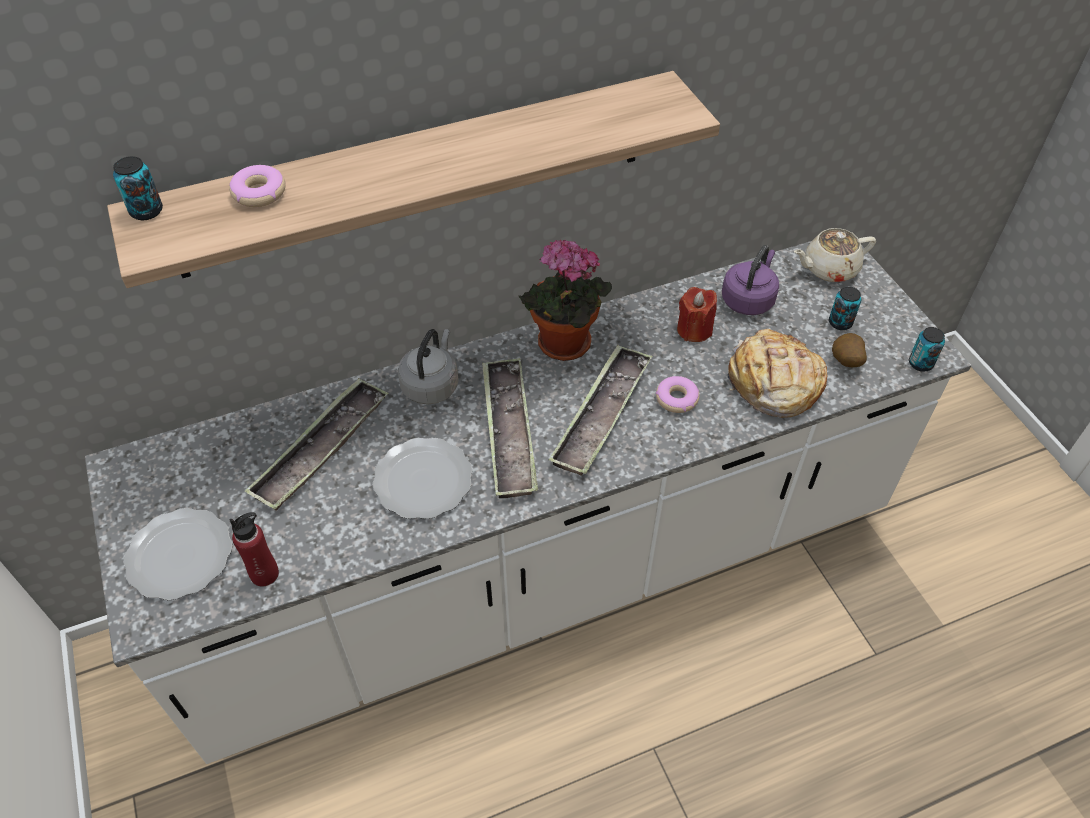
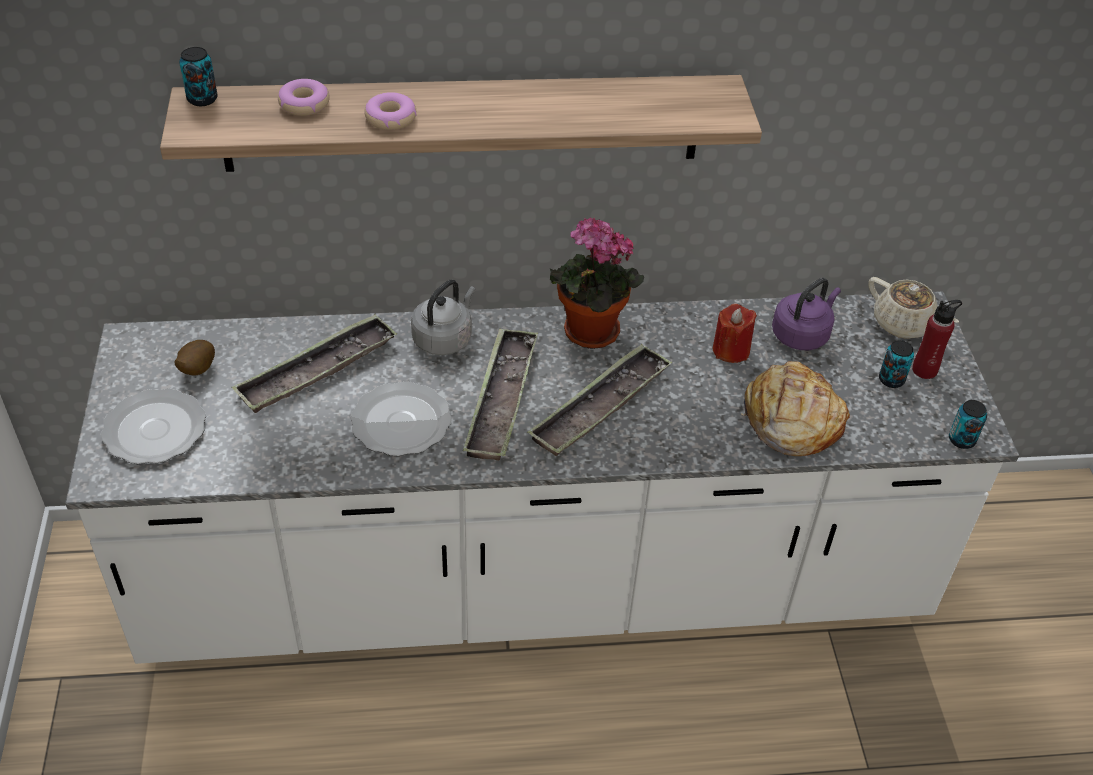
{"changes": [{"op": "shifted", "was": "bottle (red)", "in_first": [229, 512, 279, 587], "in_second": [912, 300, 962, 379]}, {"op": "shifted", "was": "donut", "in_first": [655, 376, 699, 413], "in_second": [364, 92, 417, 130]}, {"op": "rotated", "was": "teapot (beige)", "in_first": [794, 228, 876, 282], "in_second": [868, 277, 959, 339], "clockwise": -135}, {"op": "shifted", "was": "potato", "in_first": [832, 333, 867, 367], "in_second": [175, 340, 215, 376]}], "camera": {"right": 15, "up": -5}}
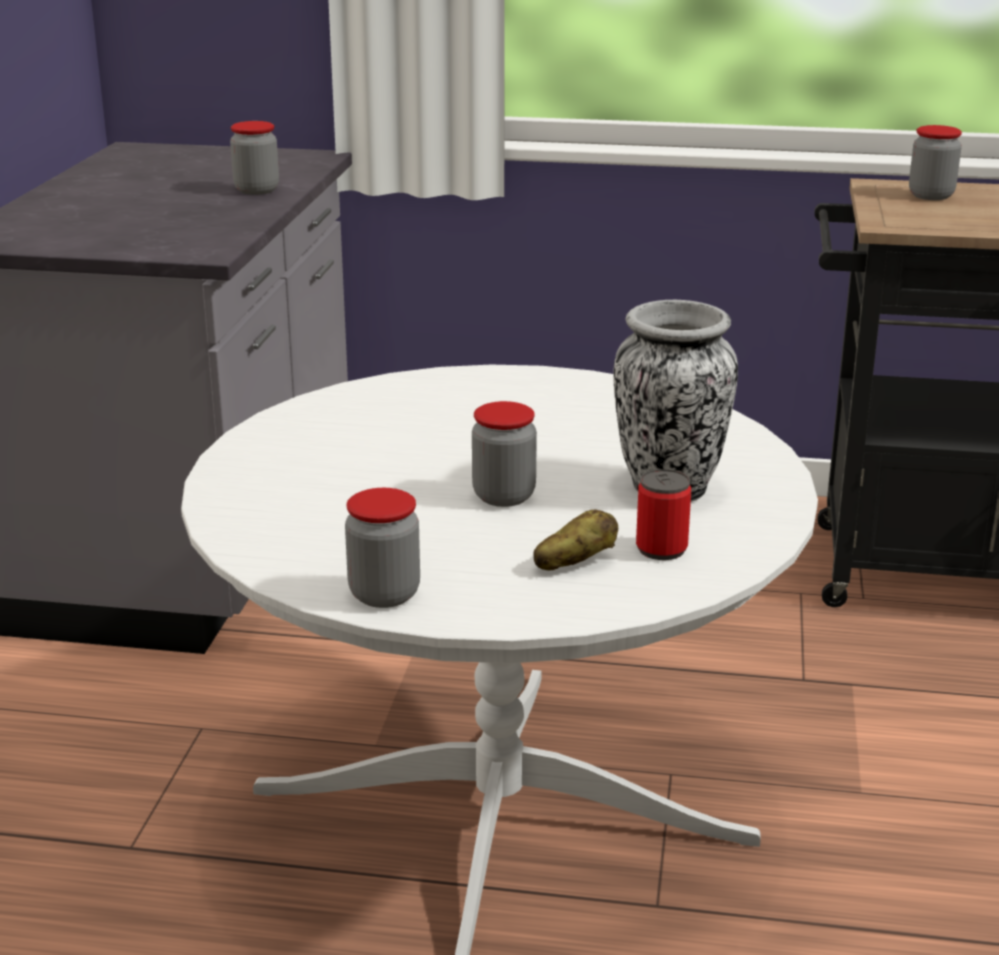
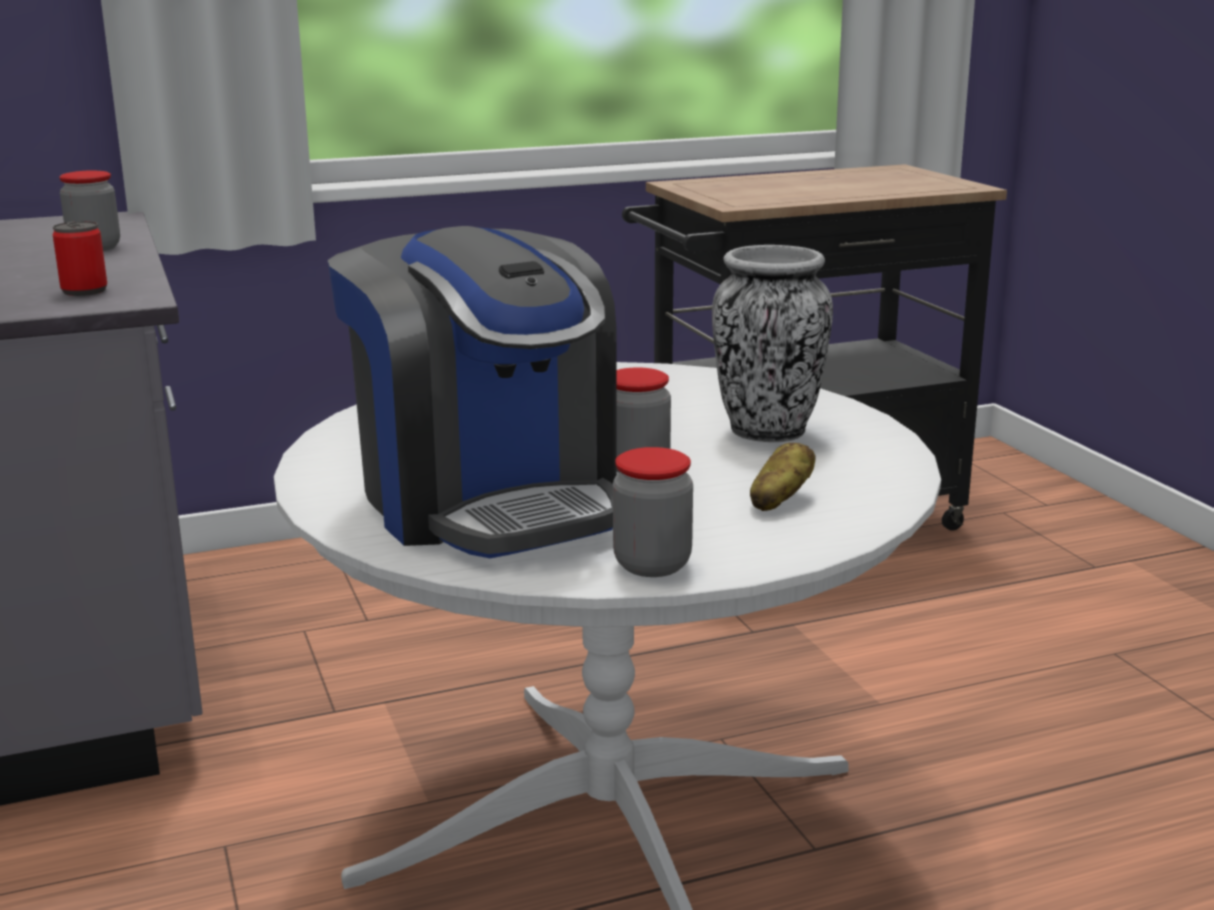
{"changes": [{"op": "shifted", "was": "can", "in_first": [636, 469, 691, 560], "in_second": [53, 221, 107, 296]}, {"op": "gone", "was": "jar", "in_first": [909, 125, 962, 200]}, {"op": "new", "now": "coffee machine", "in_second": [327, 226, 617, 558]}], "camera": {"right": -30, "up": -5}}
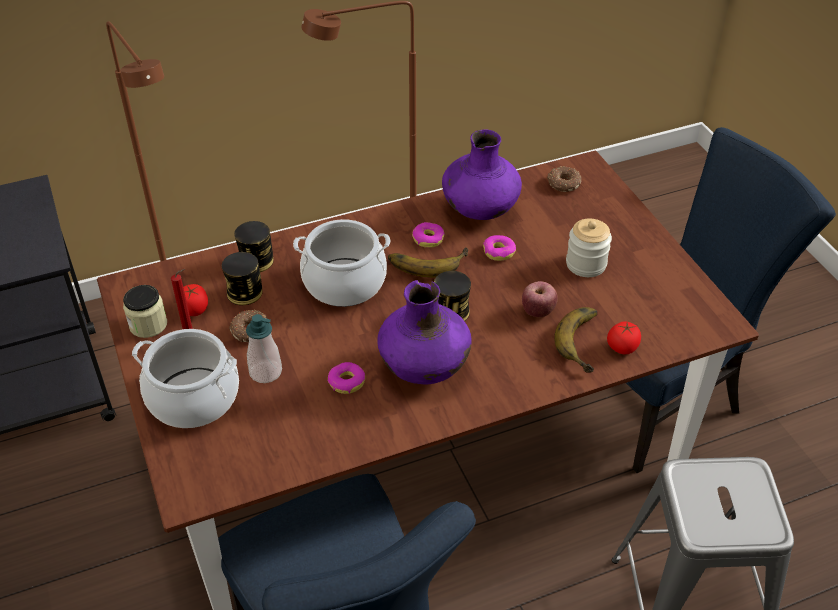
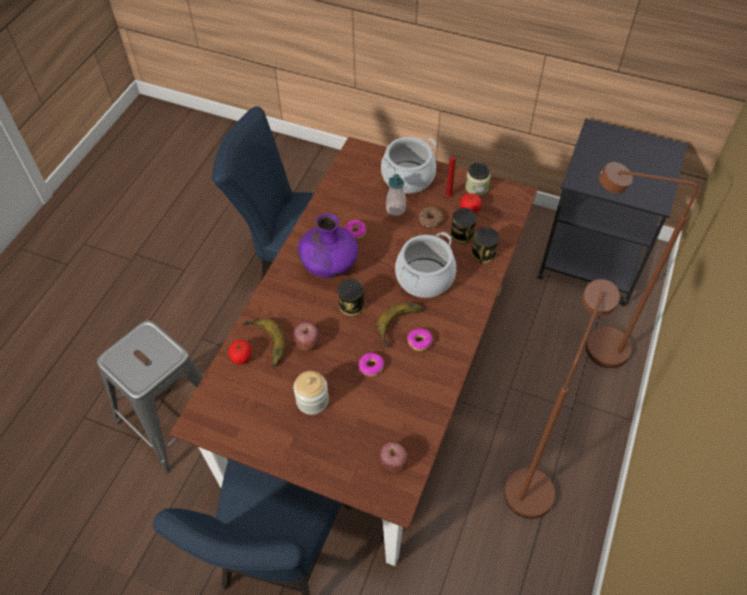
{"changes": [{"op": "gone", "was": "vase (purple)", "in_first": [442, 129, 522, 220]}, {"op": "swapped", "was": "donut", "now": "apple", "in_first": [547, 166, 581, 192], "in_second": [379, 442, 409, 473]}], "camera": {"right": 135, "up": 10}}
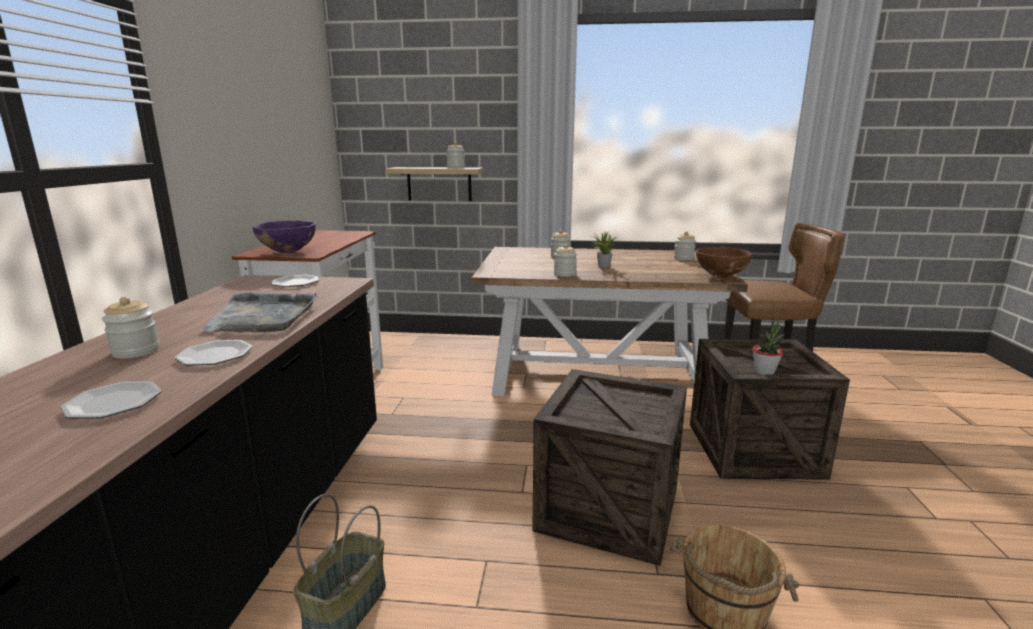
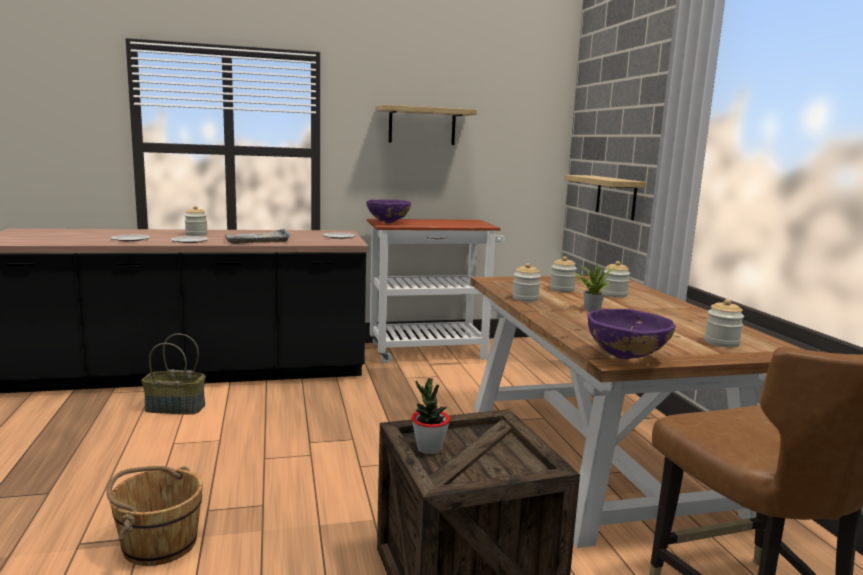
{"changes": [{"op": "shifted", "was": "jar", "in_first": [446, 142, 465, 168], "in_second": [550, 256, 577, 292]}, {"op": "gone", "was": "crate", "in_first": [532, 369, 687, 566]}, {"op": "repainted", "was": "bowl (brown)", "now": "bowl (purple)", "in_first": [696, 247, 752, 278], "in_second": [588, 309, 676, 359]}, {"op": "new", "now": "shelf", "in_second": [376, 105, 477, 145]}], "camera": {"right": 70, "up": -5}}
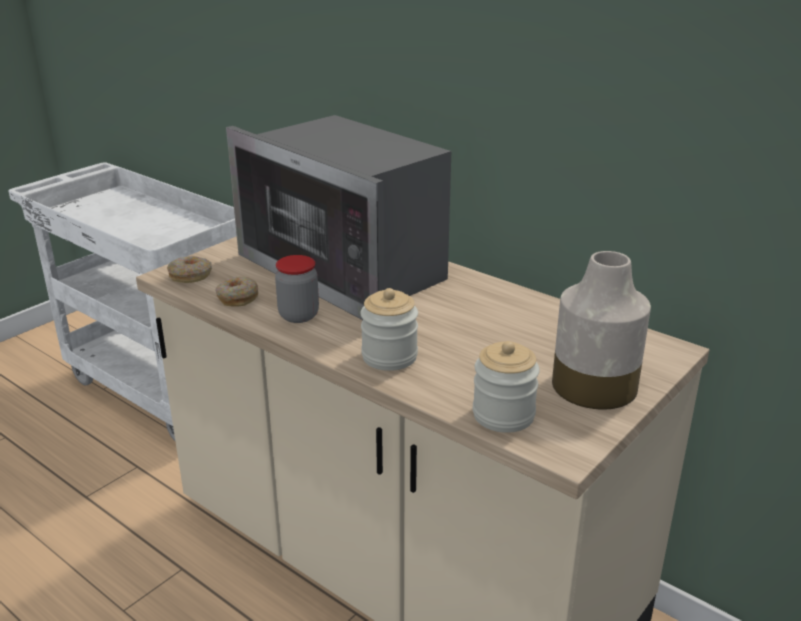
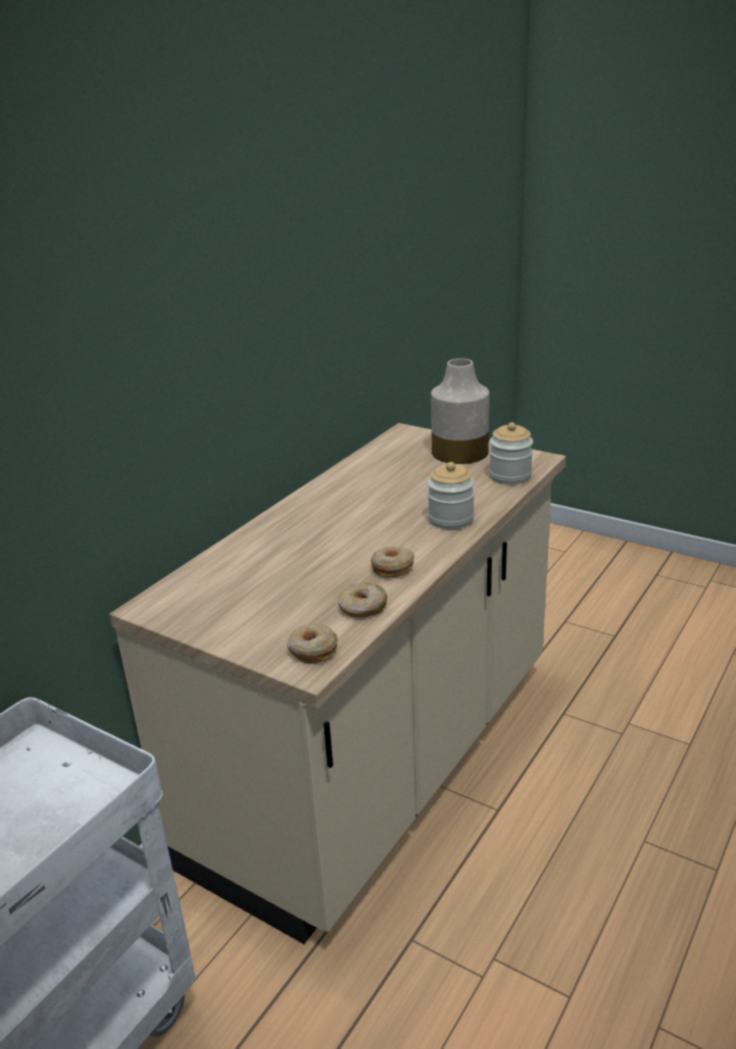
{"changes": [{"op": "gone", "was": "microwave", "in_first": [226, 115, 451, 320]}, {"op": "swapped", "was": "jar", "now": "donut", "in_first": [275, 255, 319, 323], "in_second": [371, 546, 415, 578]}], "camera": {"right": -95, "up": 0}}
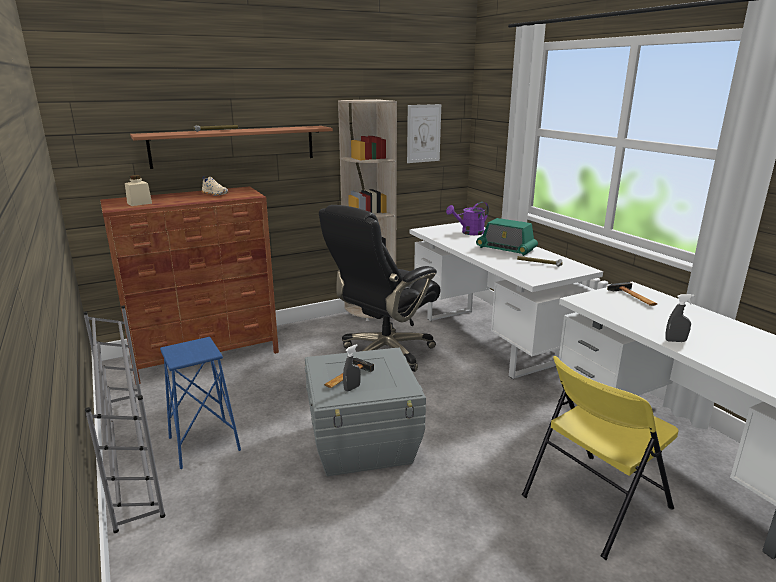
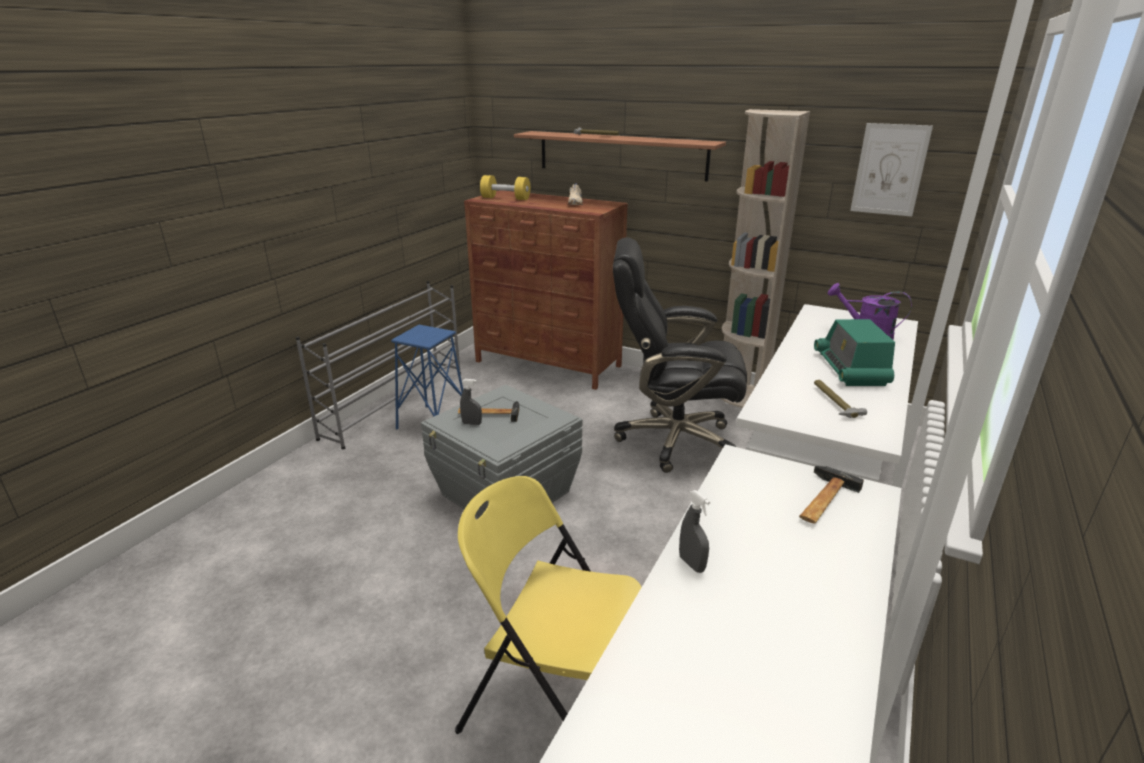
{"changes": [{"op": "swapped", "was": "jar (beige)", "now": "dumbbell (yellow)", "in_first": [125, 175, 152, 206], "in_second": [480, 175, 530, 200]}], "camera": {"right": 55, "up": 5}}
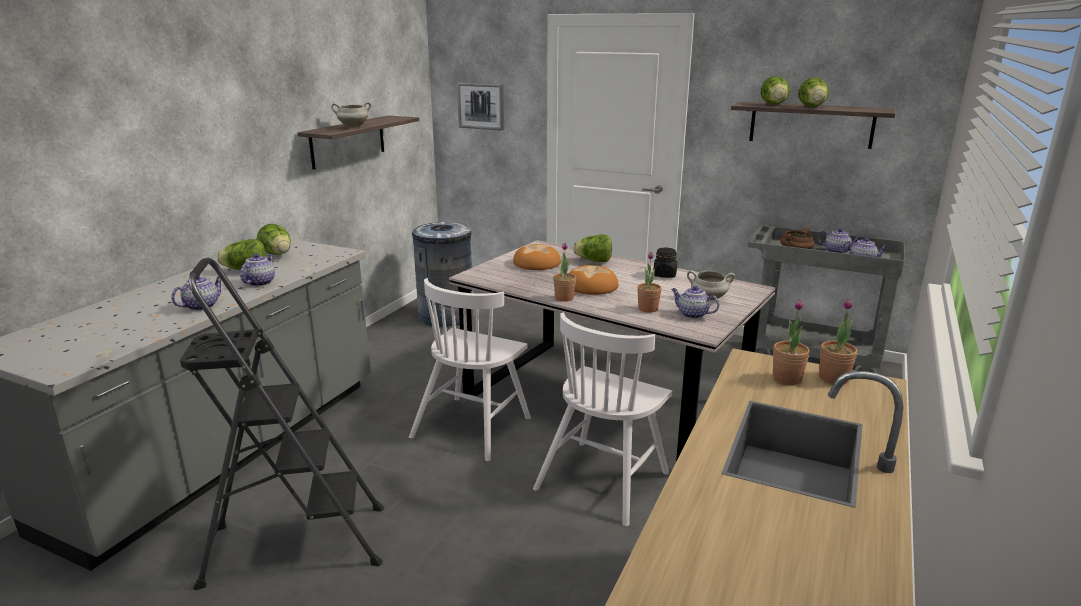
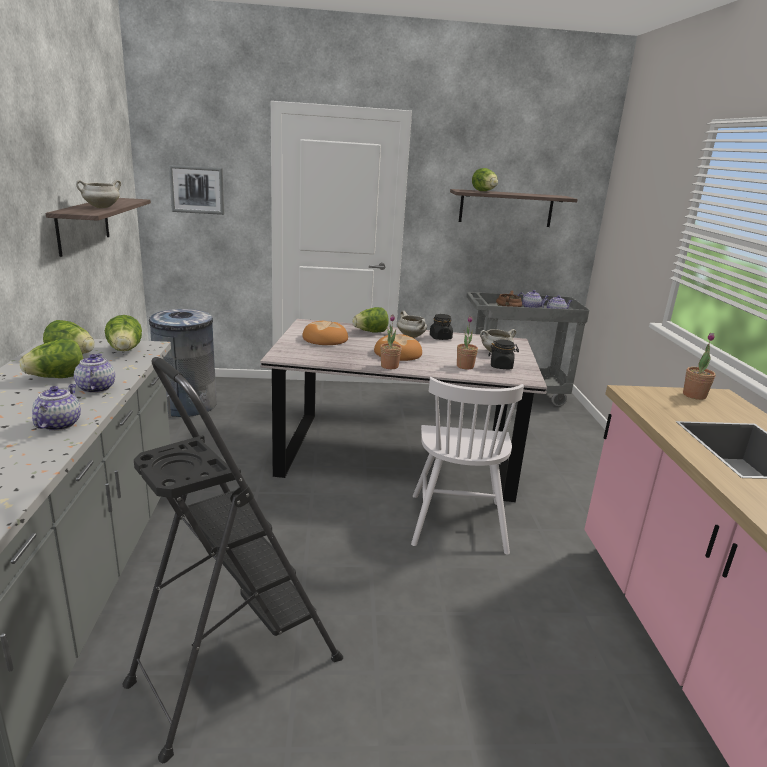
{"changes": [{"op": "gone", "was": "chair (white)", "in_first": [409, 278, 531, 461]}, {"op": "swapped", "was": "teapot", "now": "jar (black)", "in_first": [671, 286, 719, 319], "in_second": [489, 340, 519, 369]}, {"op": "gone", "was": "potted plant", "in_first": [773, 299, 810, 385]}, {"op": "shifted", "was": "lettuce", "in_first": [798, 78, 829, 107], "in_second": [105, 315, 142, 351]}, {"op": "new", "now": "cooking pot (white)", "in_second": [397, 311, 427, 338]}], "camera": {"right": -30, "up": 0}}
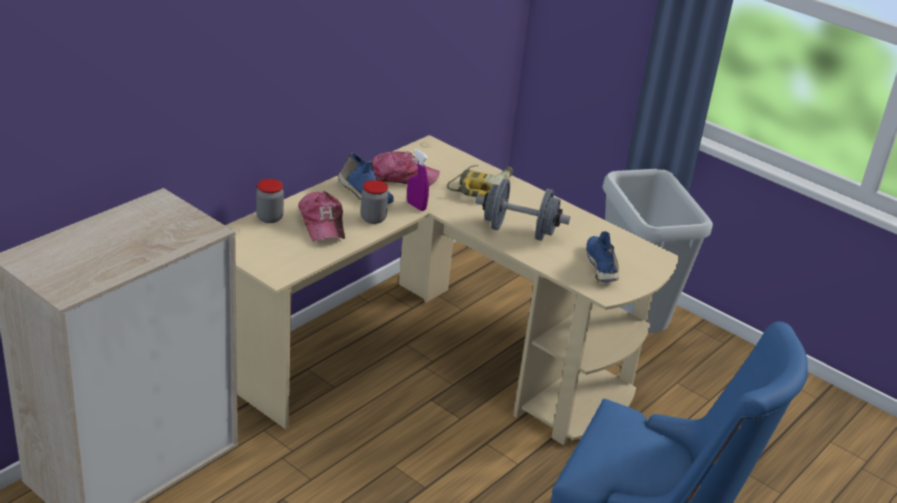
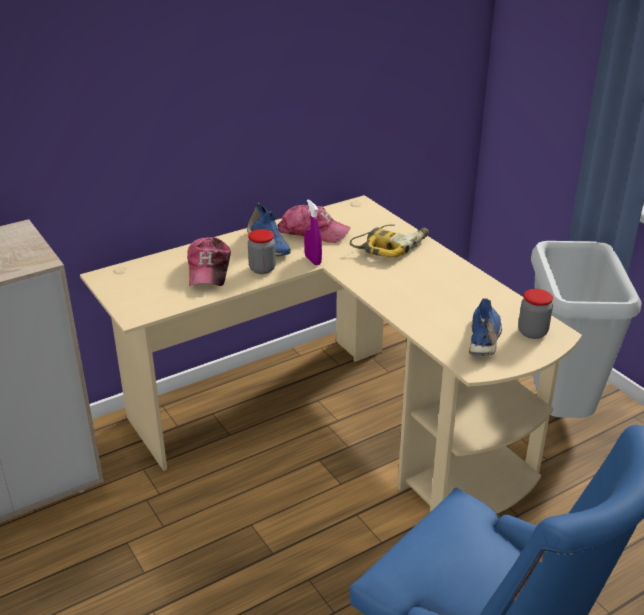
{"changes": [{"op": "shifted", "was": "jar", "in_first": [256, 179, 284, 223], "in_second": [518, 289, 553, 339]}, {"op": "gone", "was": "dumbbell (grey)", "in_first": [475, 179, 570, 241]}], "camera": {"right": 20, "up": 0}}
